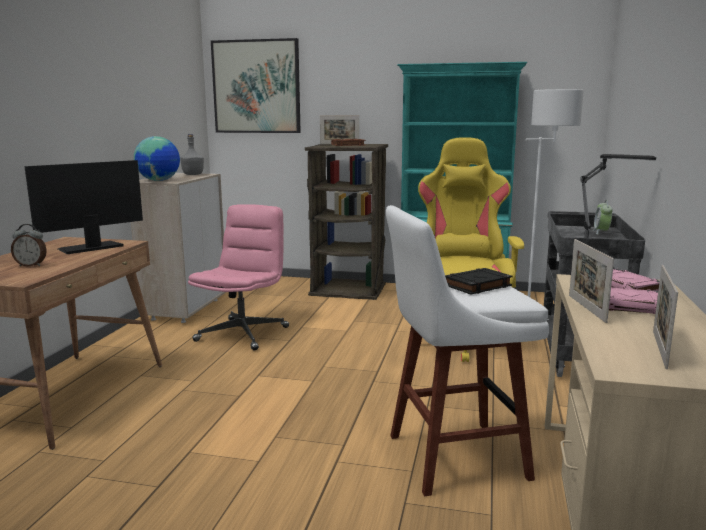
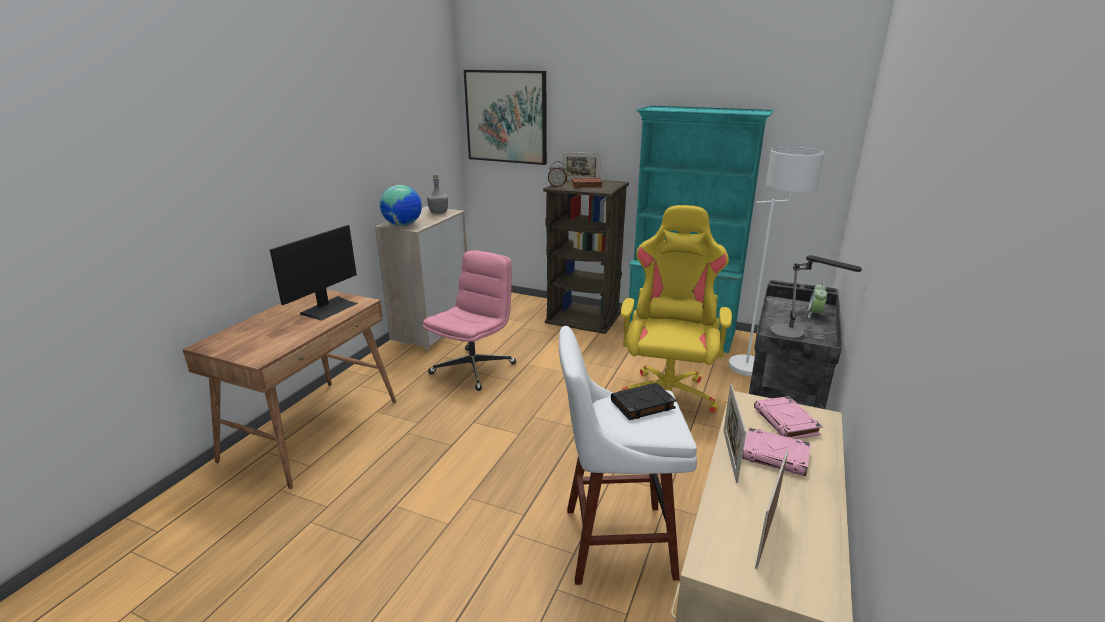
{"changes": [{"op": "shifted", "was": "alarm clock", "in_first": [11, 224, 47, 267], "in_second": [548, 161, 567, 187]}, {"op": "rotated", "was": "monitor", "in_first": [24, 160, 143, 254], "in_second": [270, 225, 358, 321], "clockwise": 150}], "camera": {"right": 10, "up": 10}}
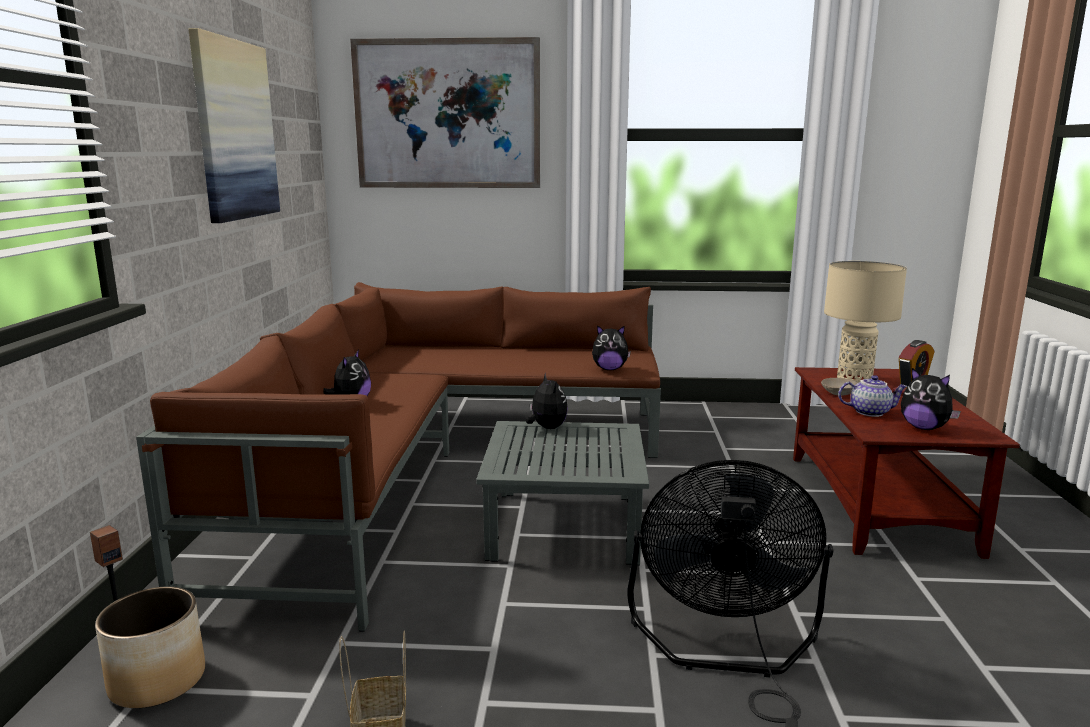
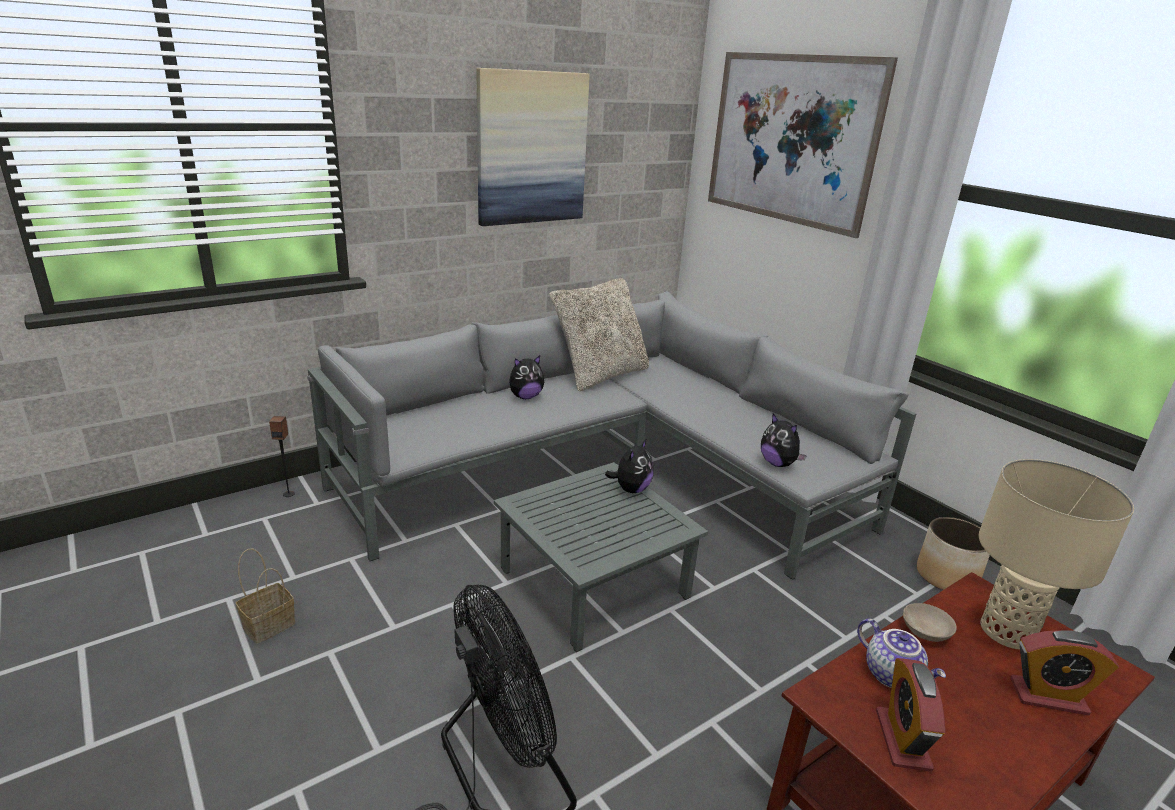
{"changes": [{"op": "shifted", "was": "planter", "in_first": [95, 586, 205, 708], "in_second": [917, 517, 990, 590]}, {"op": "repainted", "was": "sofa (brown)", "now": "sofa (grey)", "in_first": [136, 282, 661, 632], "in_second": [307, 291, 916, 652]}, {"op": "swapped", "was": "plush toy", "now": "alarm clock", "in_first": [901, 368, 961, 430], "in_second": [876, 658, 946, 772]}, {"op": "new", "now": "pillow (beige)", "in_second": [550, 278, 649, 391]}], "camera": {"right": 50, "up": 10}}
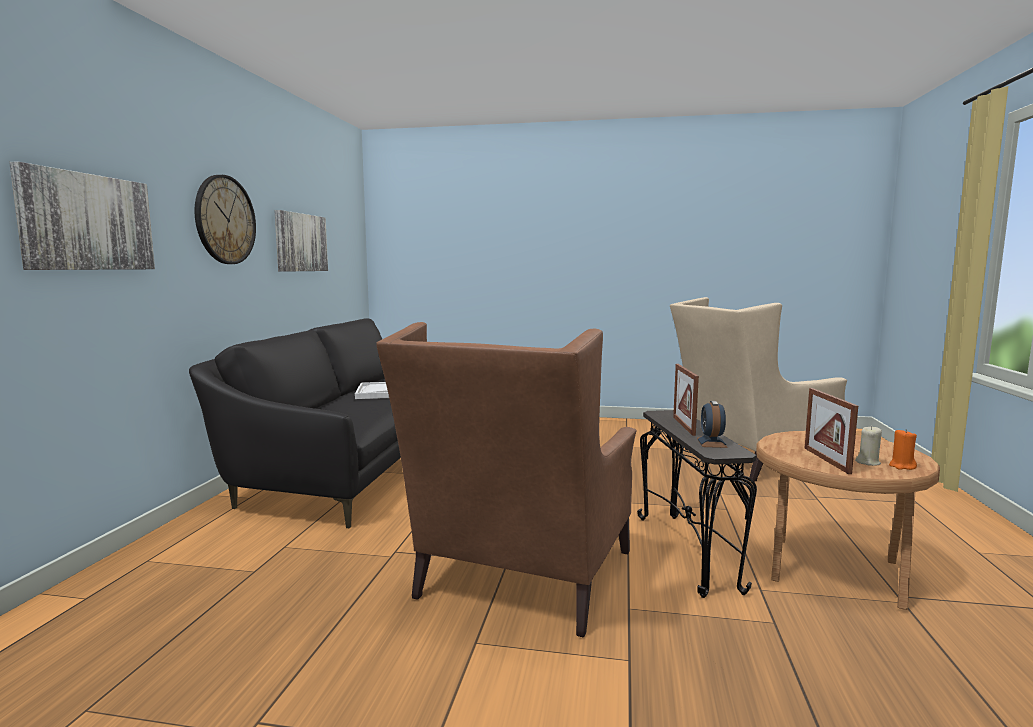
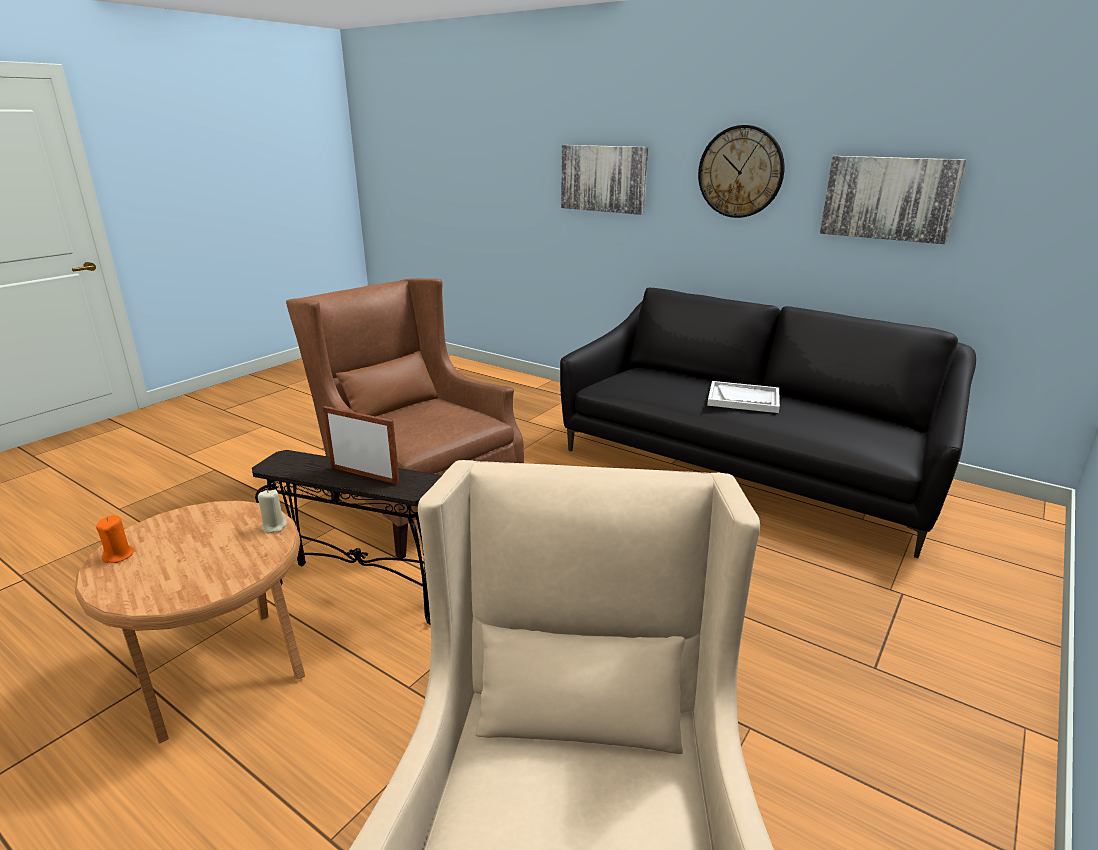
{"changes": [{"op": "gone", "was": "alarm clock", "in_first": [697, 401, 728, 448]}, {"op": "gone", "was": "picture frame", "in_first": [805, 388, 858, 474]}, {"op": "shifted", "was": "candle (beige)", "in_first": [855, 426, 882, 466], "in_second": [258, 489, 287, 533]}], "camera": {"right": 115, "up": 15}}
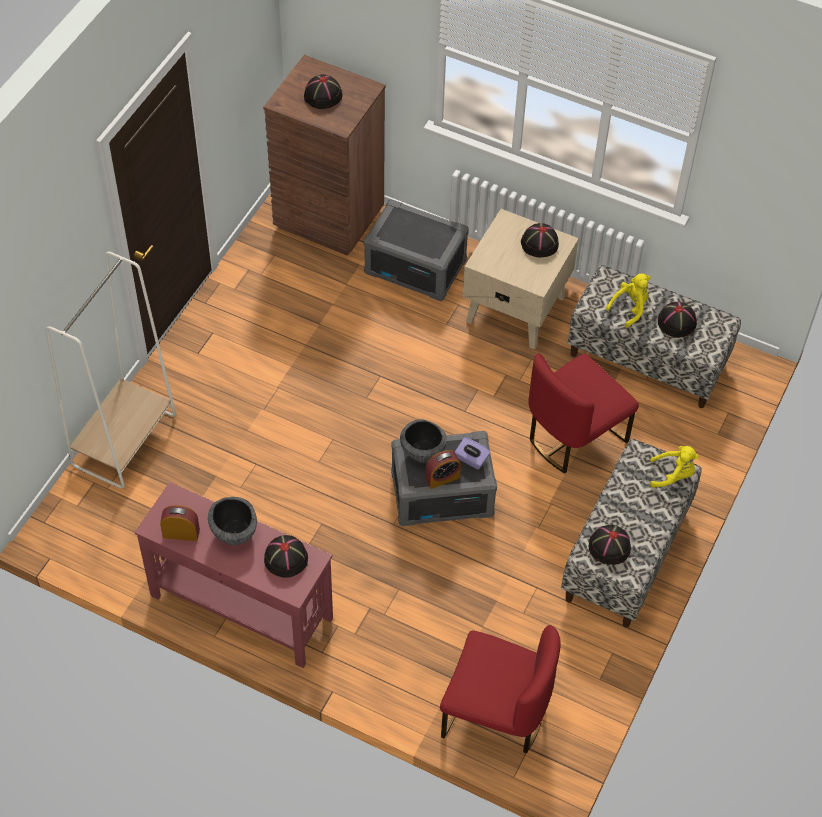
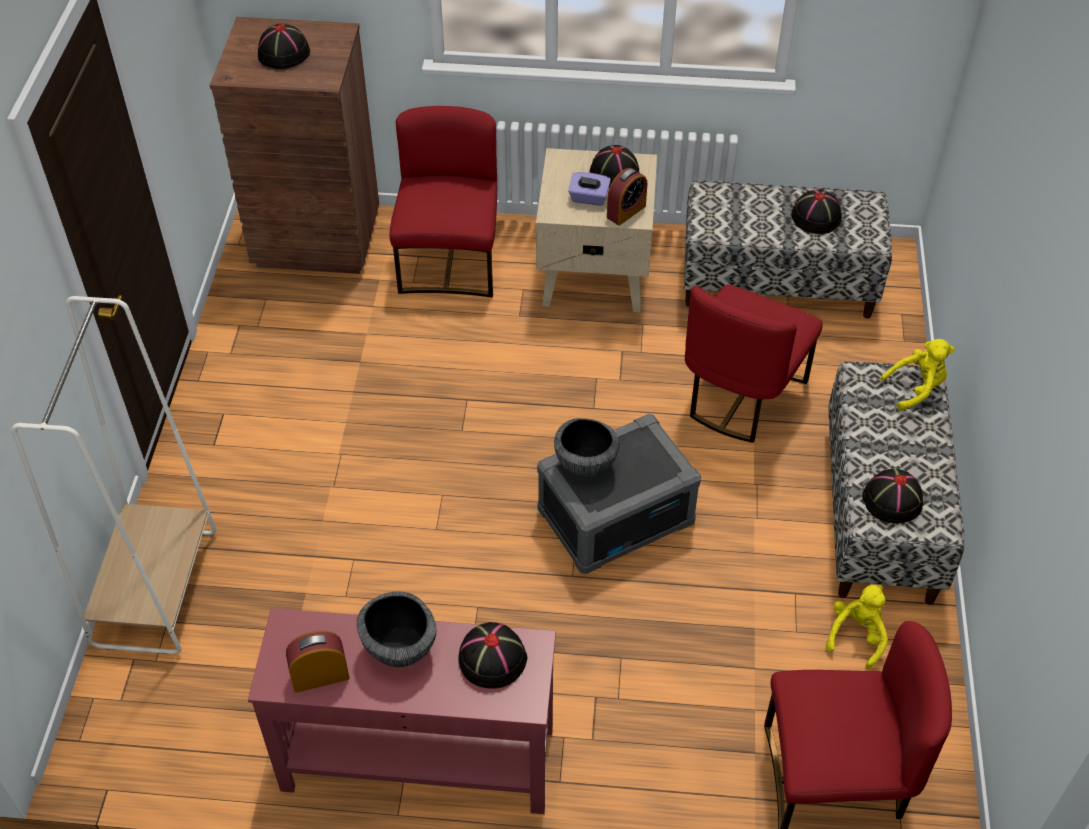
{"changes": [{"op": "swapped", "was": "storage box (grey)", "now": "chair (red)", "in_first": [364, 199, 469, 301], "in_second": [390, 106, 497, 297]}, {"op": "shifted", "was": "alarm clock", "in_first": [425, 450, 461, 489], "in_second": [607, 168, 647, 225]}, {"op": "shifted", "was": "tissue box (purple)", "in_first": [455, 437, 490, 470], "in_second": [568, 172, 611, 206]}, {"op": "shifted", "was": "plush toy (yellow)", "in_first": [606, 274, 651, 328], "in_second": [826, 585, 888, 669]}], "camera": {"right": -20, "up": -5}}
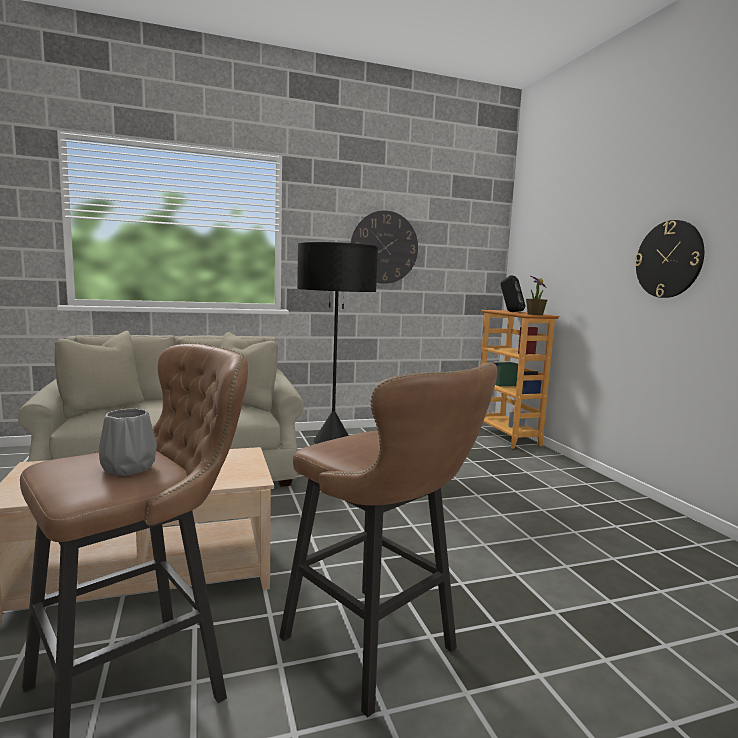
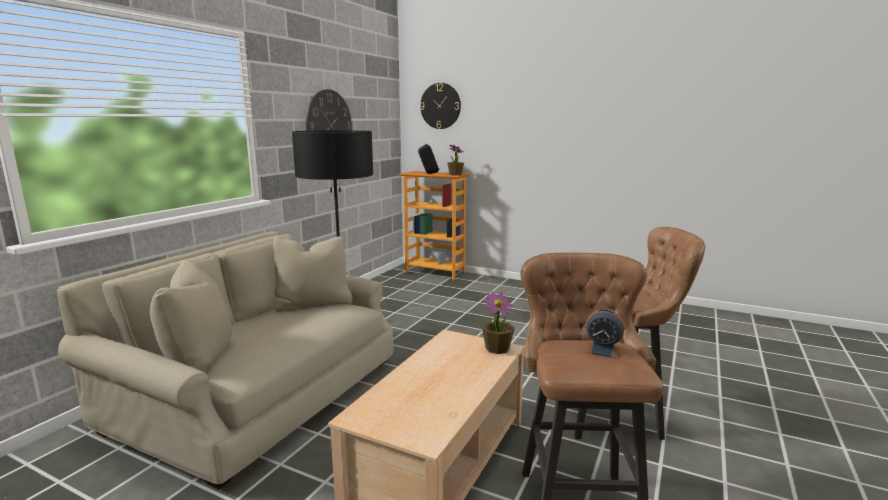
{"changes": [{"op": "swapped", "was": "vase (grey)", "now": "alarm clock", "in_first": [98, 409, 157, 476], "in_second": [585, 308, 625, 359]}, {"op": "shifted", "was": "wall clock", "in_first": [634, 220, 704, 298], "in_second": [420, 83, 461, 129]}, {"op": "new", "now": "potted plant", "in_second": [482, 291, 515, 354]}], "camera": {"right": -45, "up": 5}}
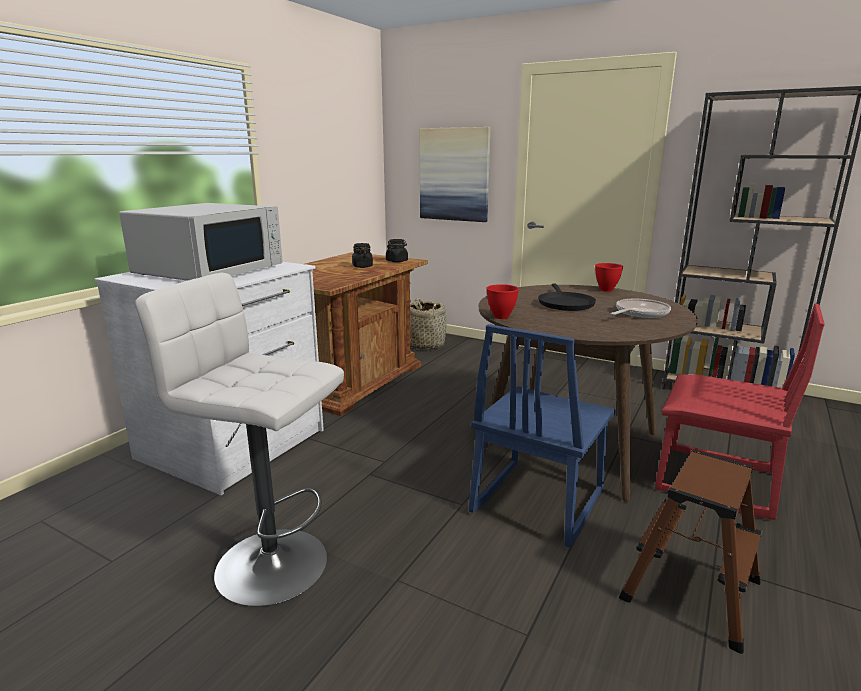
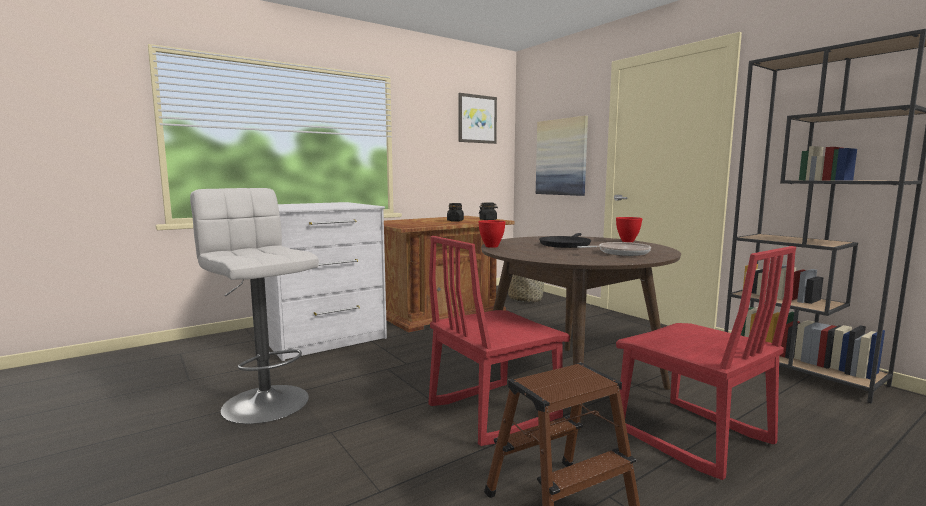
{"changes": [{"op": "gone", "was": "microwave (white)", "in_first": [119, 203, 283, 281]}, {"op": "repainted", "was": "chair (blue)", "now": "chair (red)", "in_first": [469, 324, 616, 548], "in_second": [429, 236, 570, 446]}, {"op": "new", "now": "picture", "in_second": [458, 93, 497, 144]}], "camera": {"right": 25, "up": -10}}
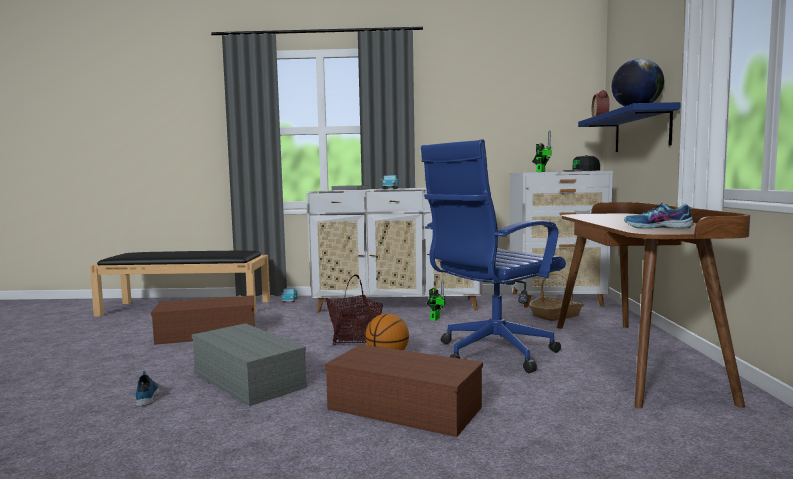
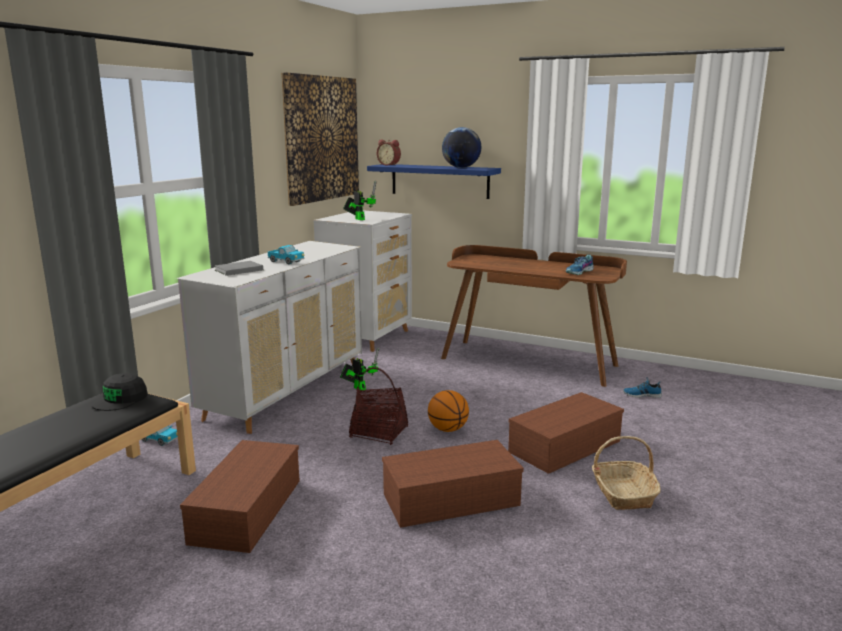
{"changes": [{"op": "shifted", "was": "shoe", "in_first": [136, 371, 159, 406], "in_second": [623, 377, 662, 398]}, {"op": "repainted", "was": "storage box (grey)", "now": "storage box (brown)", "in_first": [191, 323, 307, 406], "in_second": [382, 440, 524, 528]}, {"op": "gone", "was": "office chair (blue)", "in_first": [421, 139, 566, 373]}, {"op": "shifted", "was": "basket", "in_first": [529, 273, 584, 321], "in_second": [592, 436, 661, 510]}, {"op": "shifted", "was": "cap (black)", "in_first": [563, 155, 600, 172], "in_second": [92, 373, 148, 411]}, {"op": "new", "now": "picture", "in_second": [281, 72, 359, 206]}], "camera": {"right": -65, "up": 10}}
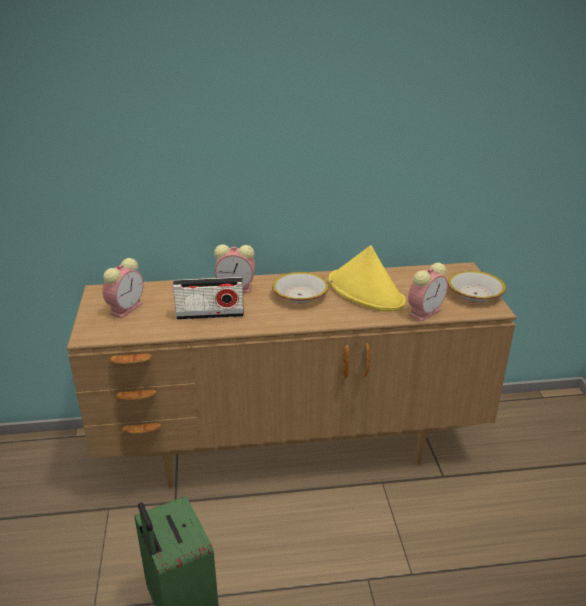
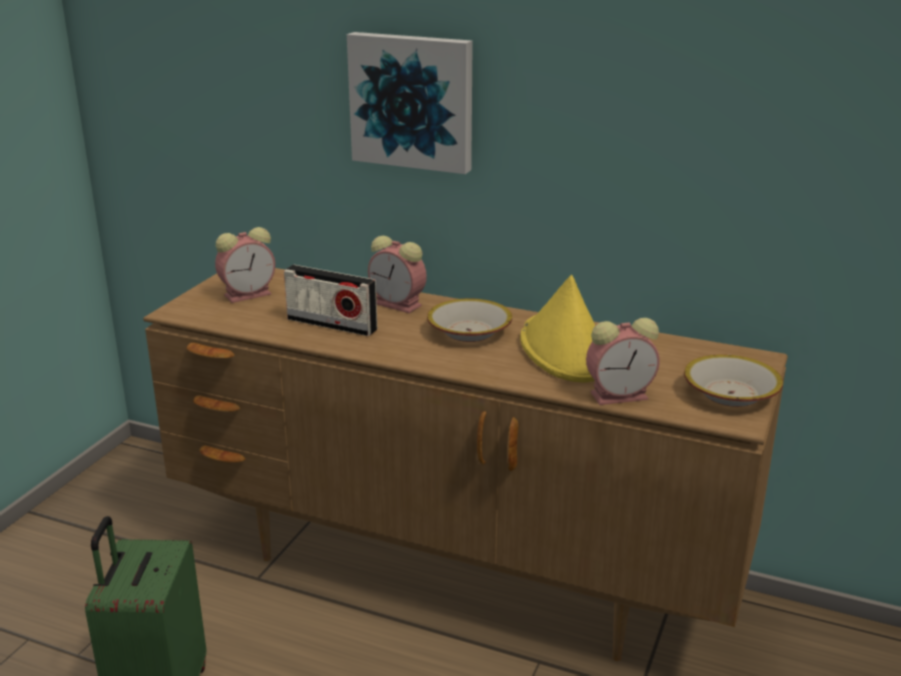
{"changes": [{"op": "new", "now": "picture", "in_second": [347, 32, 473, 174]}], "camera": {"right": 30, "up": -5}}
